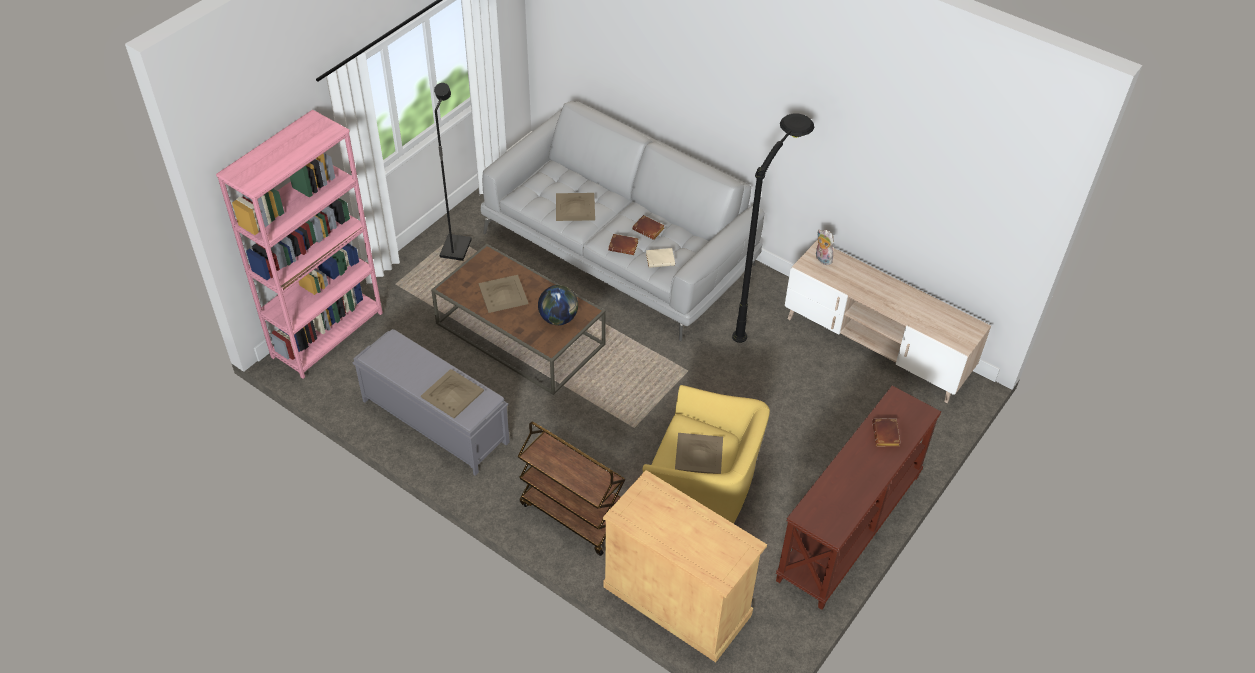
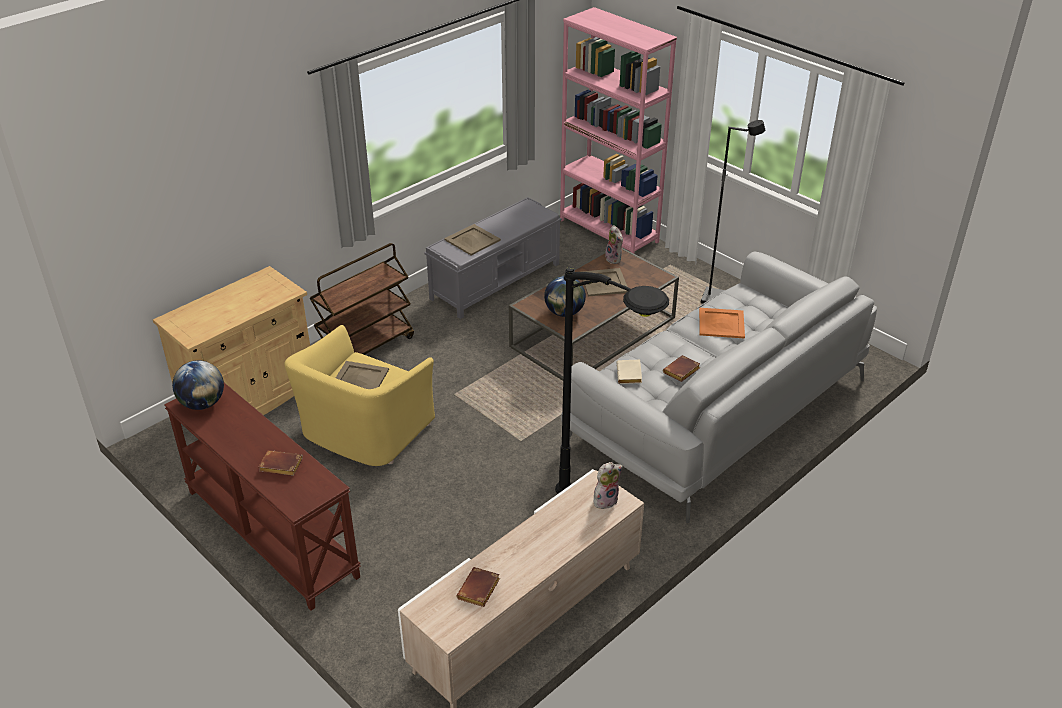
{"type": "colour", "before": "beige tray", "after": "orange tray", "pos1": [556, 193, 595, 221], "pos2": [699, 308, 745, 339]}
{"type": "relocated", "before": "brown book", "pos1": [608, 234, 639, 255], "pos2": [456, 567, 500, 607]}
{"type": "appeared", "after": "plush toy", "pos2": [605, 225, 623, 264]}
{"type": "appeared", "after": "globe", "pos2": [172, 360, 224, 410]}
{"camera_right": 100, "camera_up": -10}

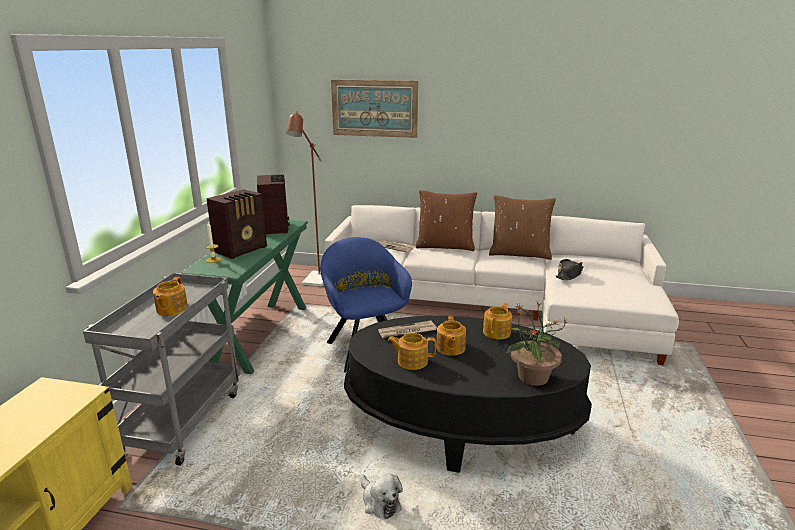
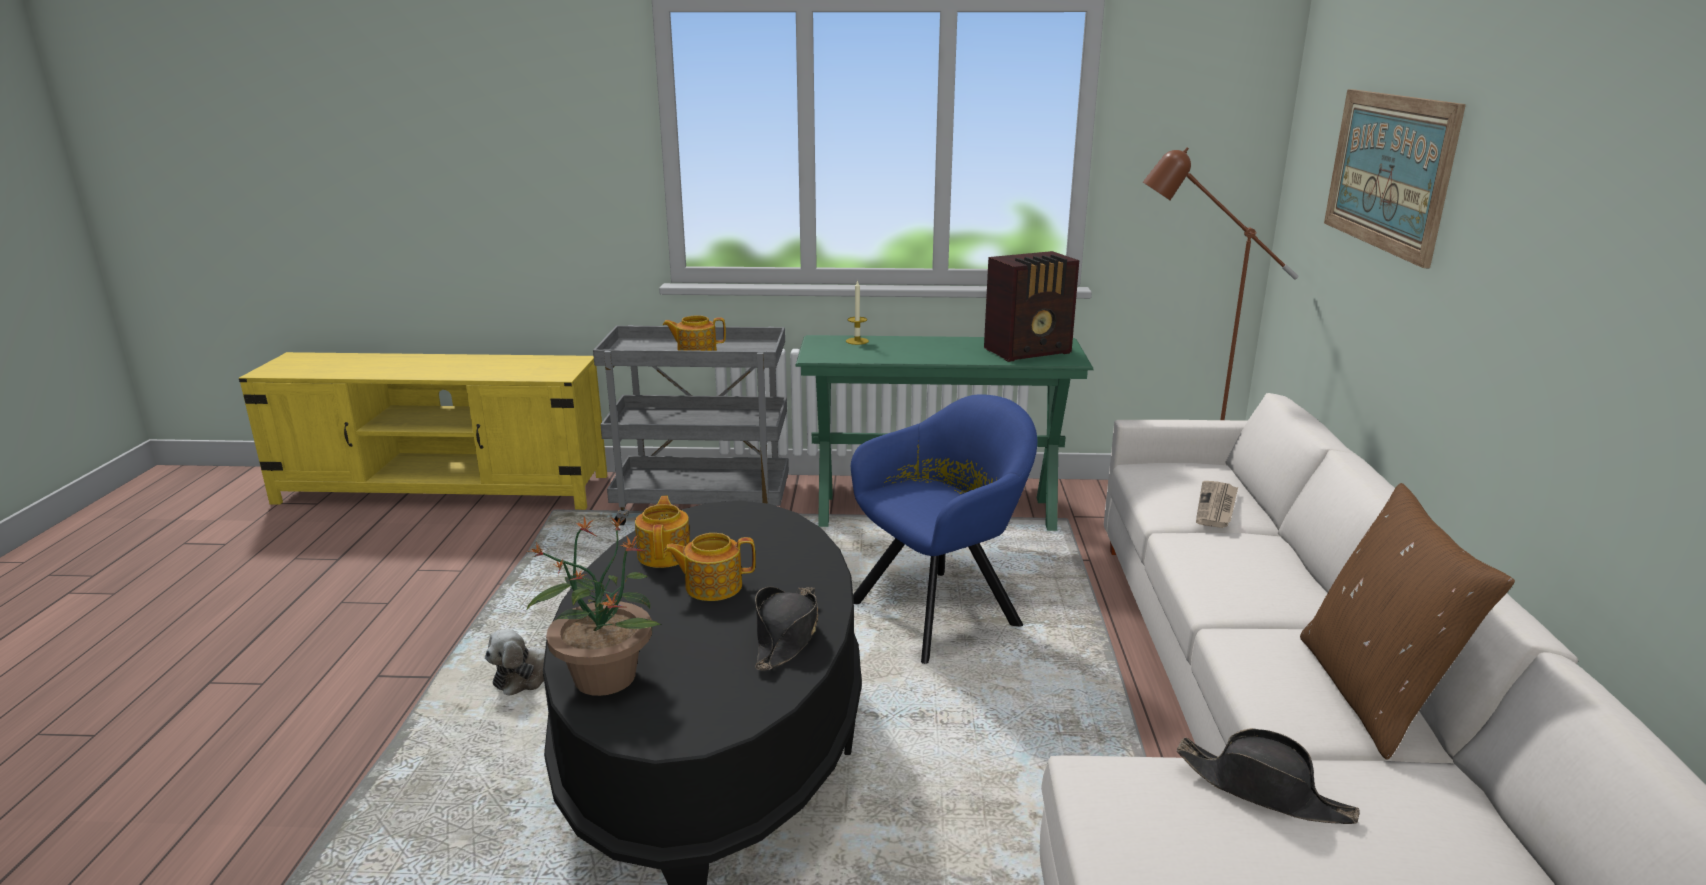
{"type": "missing", "before": "radio", "pos1": [207, 189, 267, 259]}
{"type": "missing", "before": "brown pillow", "pos1": [416, 190, 477, 251]}
{"type": "exchanged", "before": "teapot", "after": "black hat", "pos1": [483, 303, 512, 339], "pos2": [755, 587, 818, 671]}
{"type": "missing", "before": "newspaper", "pos1": [378, 321, 437, 338]}
{"camera_right": 80, "camera_up": 0}

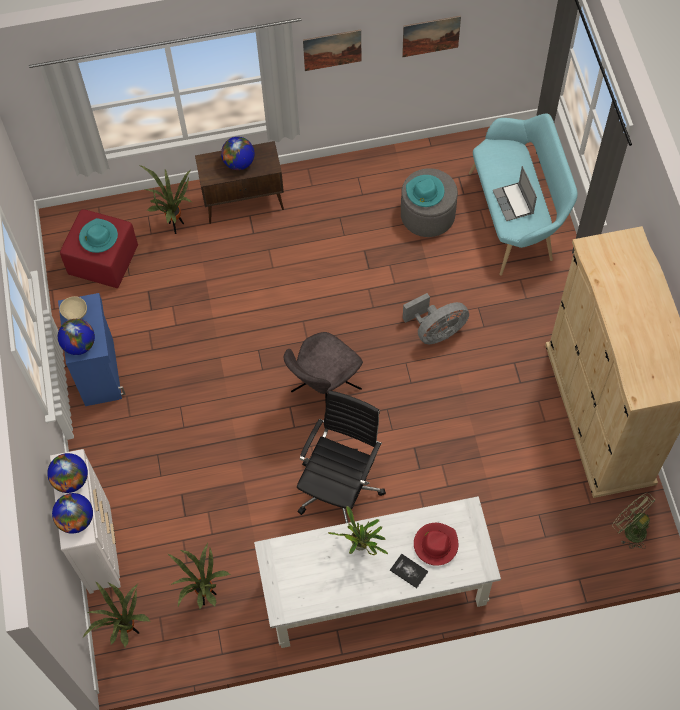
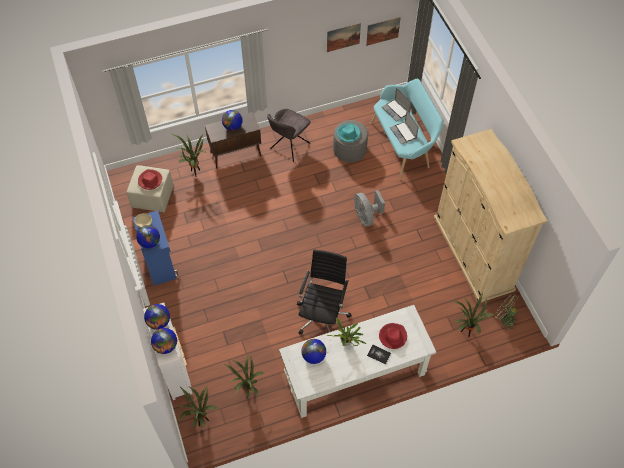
{"type": "relocated", "before": "picture", "pos1": [303, 30, 361, 71], "pos2": [366, 17, 401, 46]}
{"type": "colour", "before": "red ottoman", "after": "beige ottoman", "pos1": [60, 209, 138, 288], "pos2": [127, 165, 174, 212]}
{"type": "colour", "before": "turquoise hat", "after": "red hat", "pos1": [79, 218, 118, 253], "pos2": [138, 169, 162, 190]}
{"type": "spun", "before": "grey fan", "pos1": [403, 293, 469, 344], "pos2": [354, 190, 385, 227], "turn": 105}
{"type": "relocated", "before": "grey chair", "pos1": [284, 332, 363, 404], "pos2": [267, 109, 311, 162]}
{"type": "appeared", "after": "laptop", "pos2": [382, 87, 412, 122]}
{"type": "appeared", "after": "potted plant", "pos2": [452, 293, 494, 337]}
{"type": "appeared", "after": "globe", "pos2": [301, 339, 326, 364]}
{"camera_right": -10, "camera_up": -5}

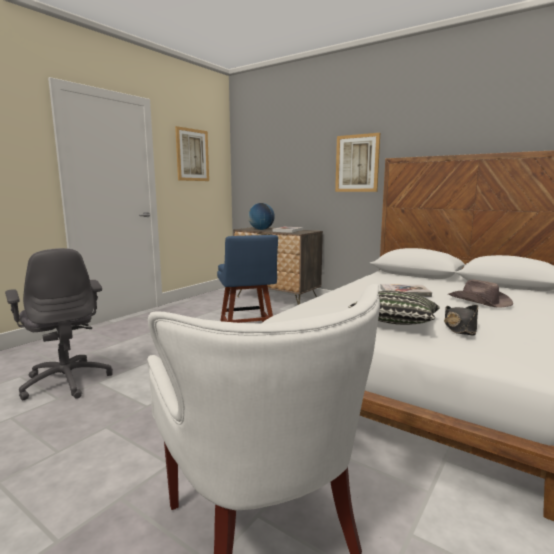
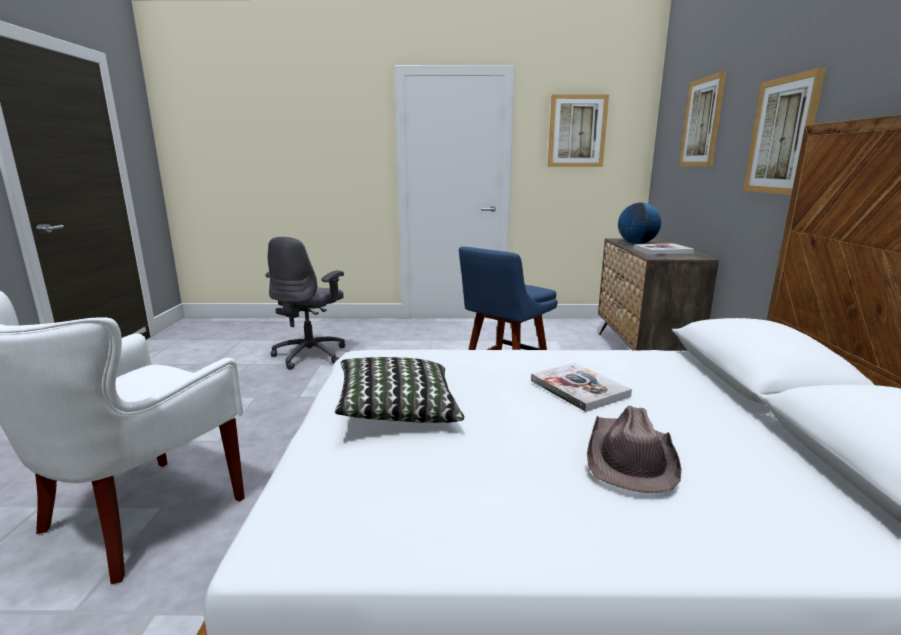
{"type": "missing", "before": "black hat", "pos1": [444, 305, 478, 335]}
{"type": "appeared", "after": "picture", "pos2": [679, 71, 727, 167]}
{"camera_right": 55, "camera_up": 5}

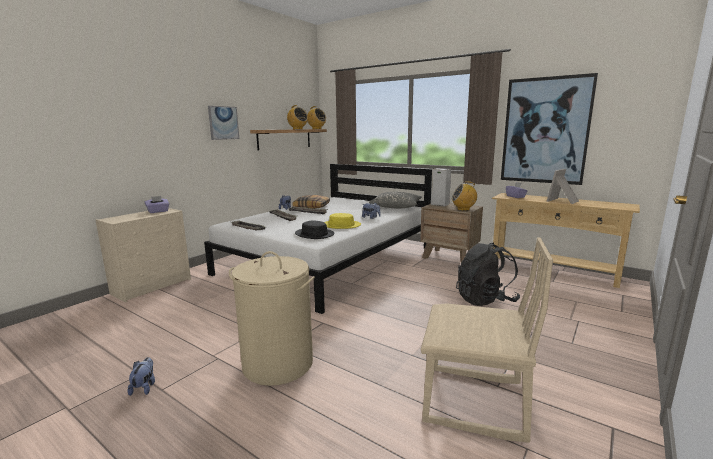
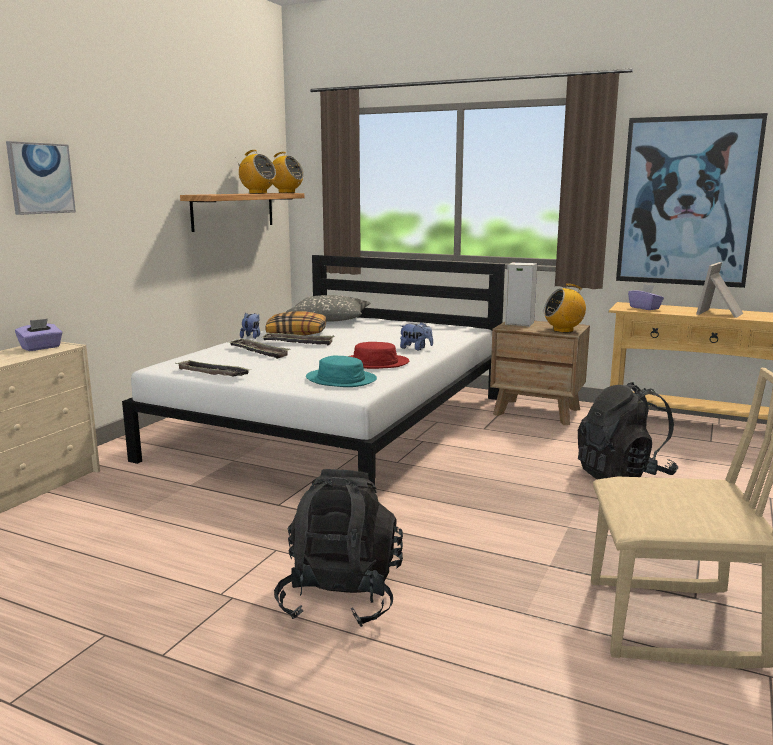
{"type": "relocated", "before": "picture", "pos1": [208, 106, 239, 140], "pos2": [6, 141, 76, 215]}
{"type": "relocated", "before": "grey pillow", "pos1": [369, 192, 422, 208], "pos2": [286, 295, 371, 321]}
{"type": "colour", "before": "yellow hat", "after": "red hat", "pos1": [324, 213, 361, 229], "pos2": [349, 342, 409, 369]}
{"type": "colour", "before": "black hat", "after": "turquoise hat", "pos1": [295, 220, 335, 239], "pos2": [306, 356, 377, 387]}
{"type": "exchanged", "before": "beige laundry basket", "after": "black backpack", "pos1": [229, 251, 315, 386], "pos2": [274, 469, 403, 627]}
{"type": "missing", "before": "plush toy", "pos1": [128, 357, 155, 396]}
{"camera_right": -10, "camera_up": 0}

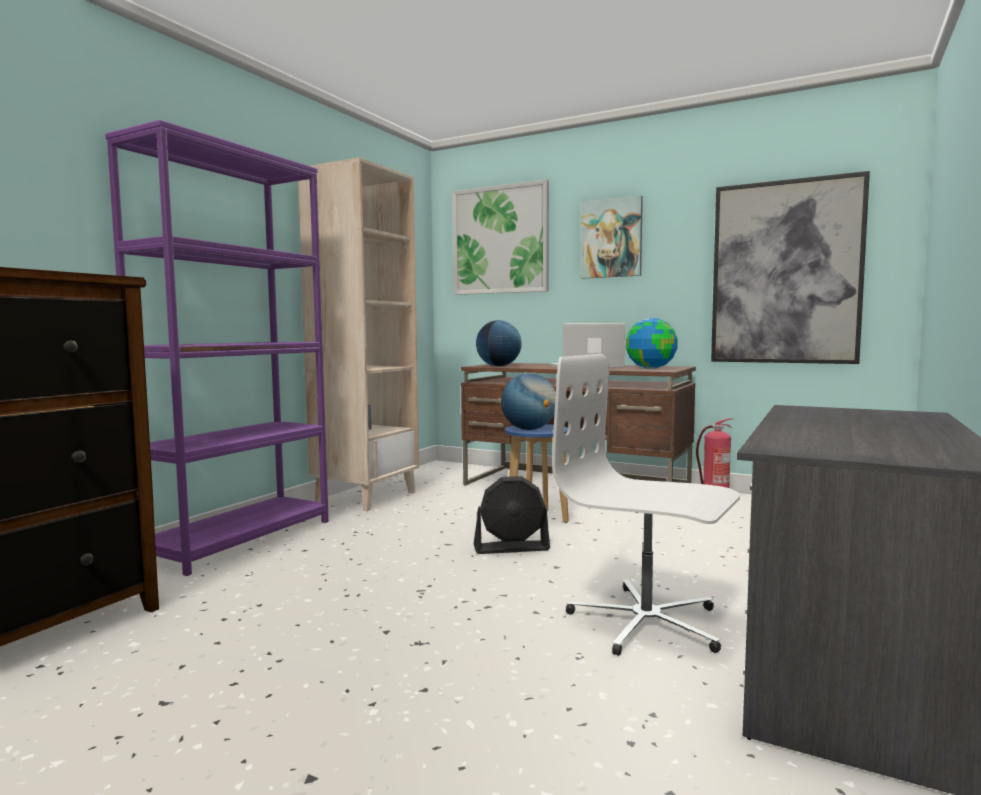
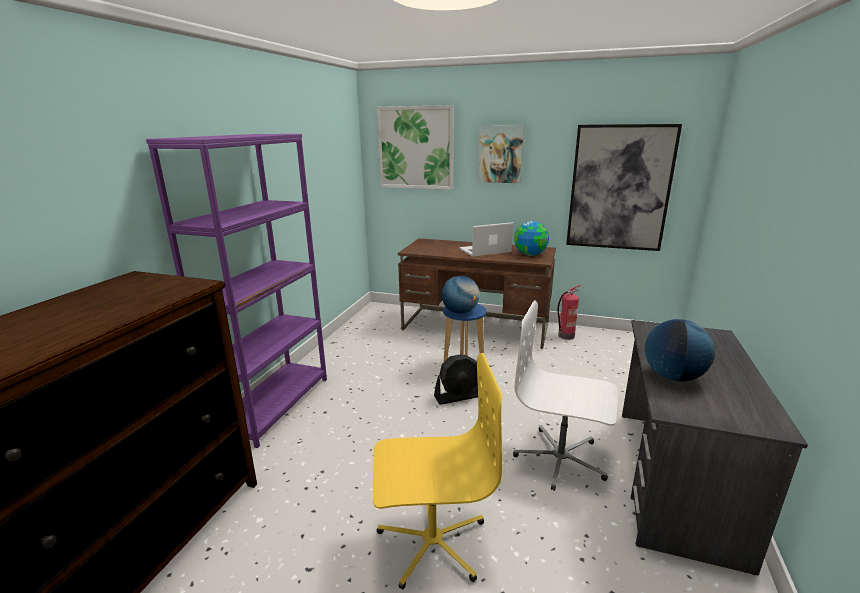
{"type": "missing", "before": "beige bookcase", "pos1": [298, 157, 419, 511]}
{"type": "relocated", "before": "globe", "pos1": [476, 320, 522, 366], "pos2": [645, 319, 715, 381]}
{"type": "appeared", "after": "yellow office chair", "pos2": [373, 353, 502, 590]}
{"camera_right": -10, "camera_up": 15}

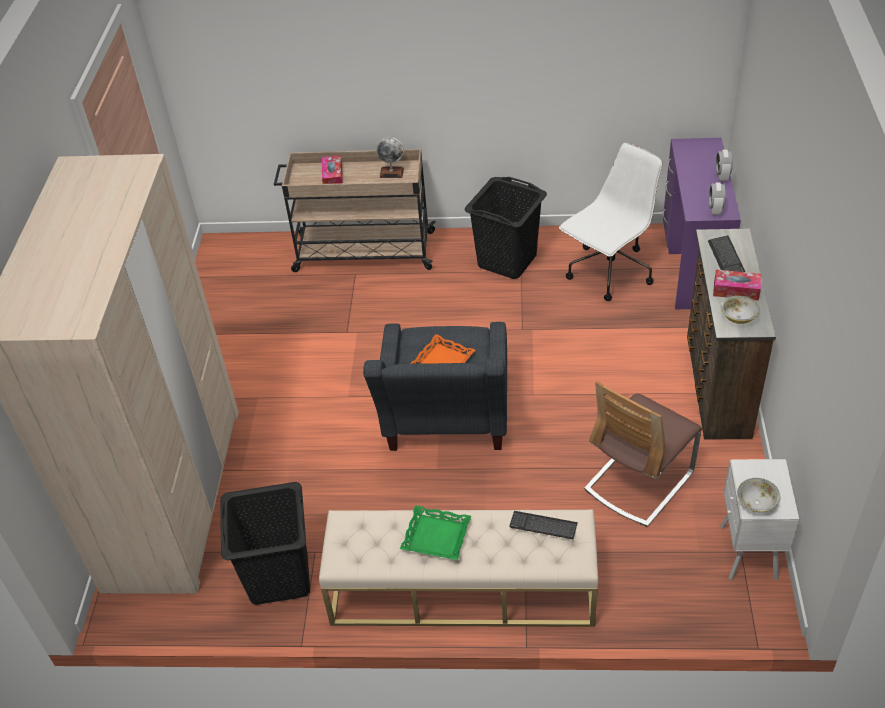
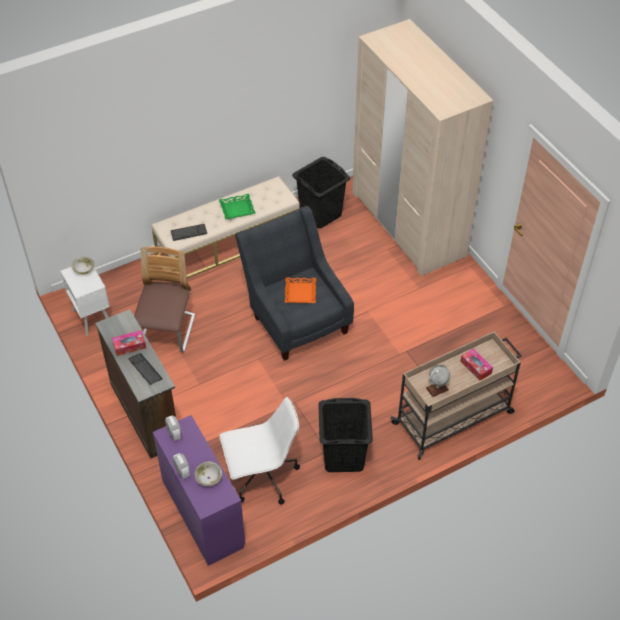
{"type": "spun", "before": "white office chair", "pos1": [559, 143, 662, 301], "pos2": [219, 397, 300, 505], "turn": -120}
{"type": "relocated", "before": "bowl", "pos1": [721, 296, 760, 324], "pos2": [194, 462, 222, 486]}
{"camera_right": 145, "camera_up": 5}

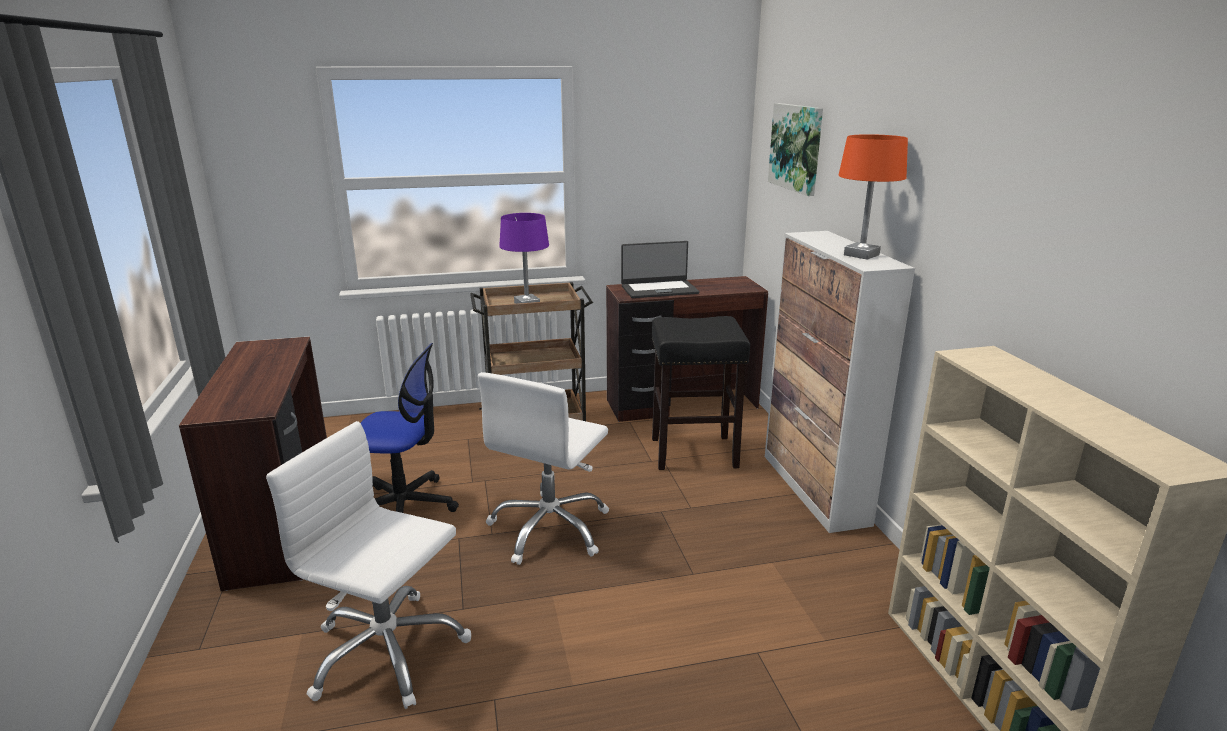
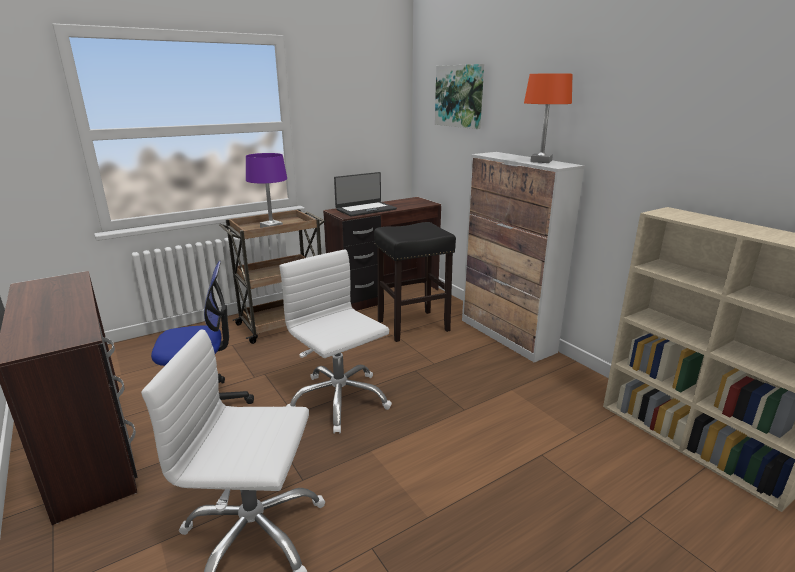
{"type": "spun", "before": "white office chair", "pos1": [478, 372, 609, 565], "pos2": [279, 249, 392, 434], "turn": 135}
{"camera_right": -20, "camera_up": 0}

